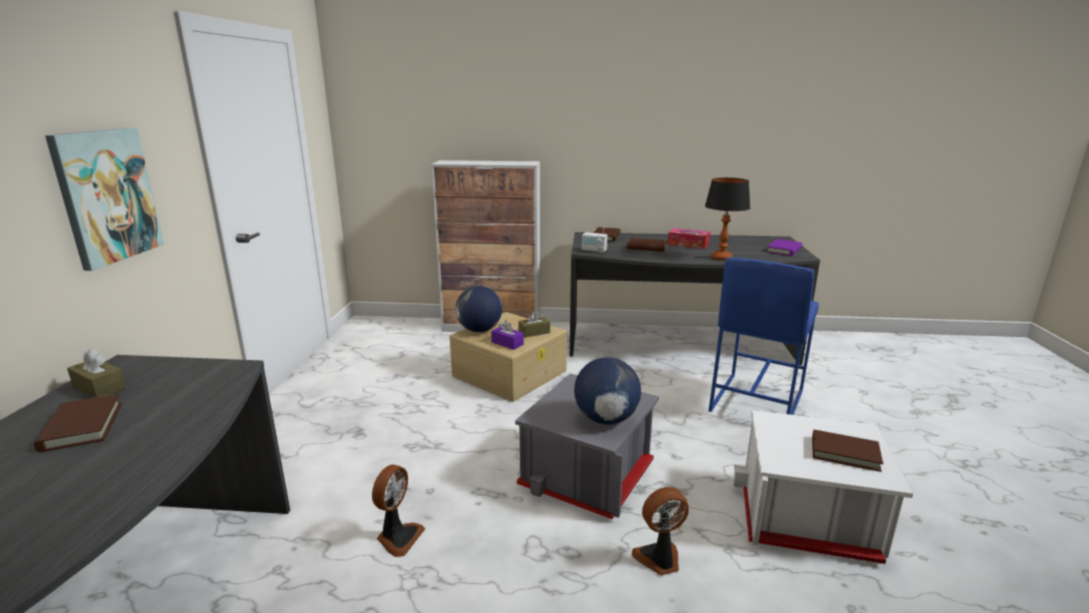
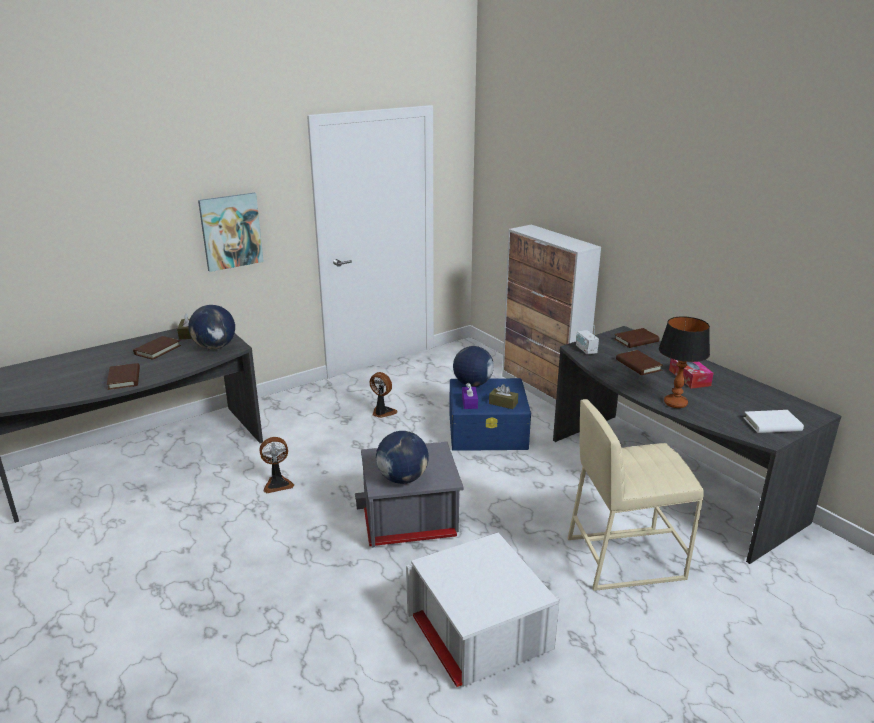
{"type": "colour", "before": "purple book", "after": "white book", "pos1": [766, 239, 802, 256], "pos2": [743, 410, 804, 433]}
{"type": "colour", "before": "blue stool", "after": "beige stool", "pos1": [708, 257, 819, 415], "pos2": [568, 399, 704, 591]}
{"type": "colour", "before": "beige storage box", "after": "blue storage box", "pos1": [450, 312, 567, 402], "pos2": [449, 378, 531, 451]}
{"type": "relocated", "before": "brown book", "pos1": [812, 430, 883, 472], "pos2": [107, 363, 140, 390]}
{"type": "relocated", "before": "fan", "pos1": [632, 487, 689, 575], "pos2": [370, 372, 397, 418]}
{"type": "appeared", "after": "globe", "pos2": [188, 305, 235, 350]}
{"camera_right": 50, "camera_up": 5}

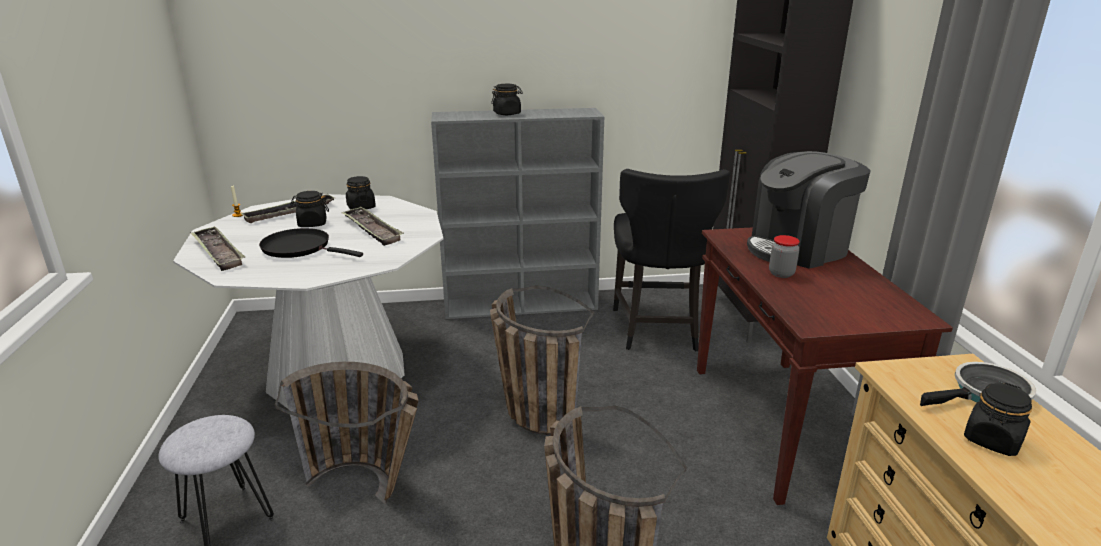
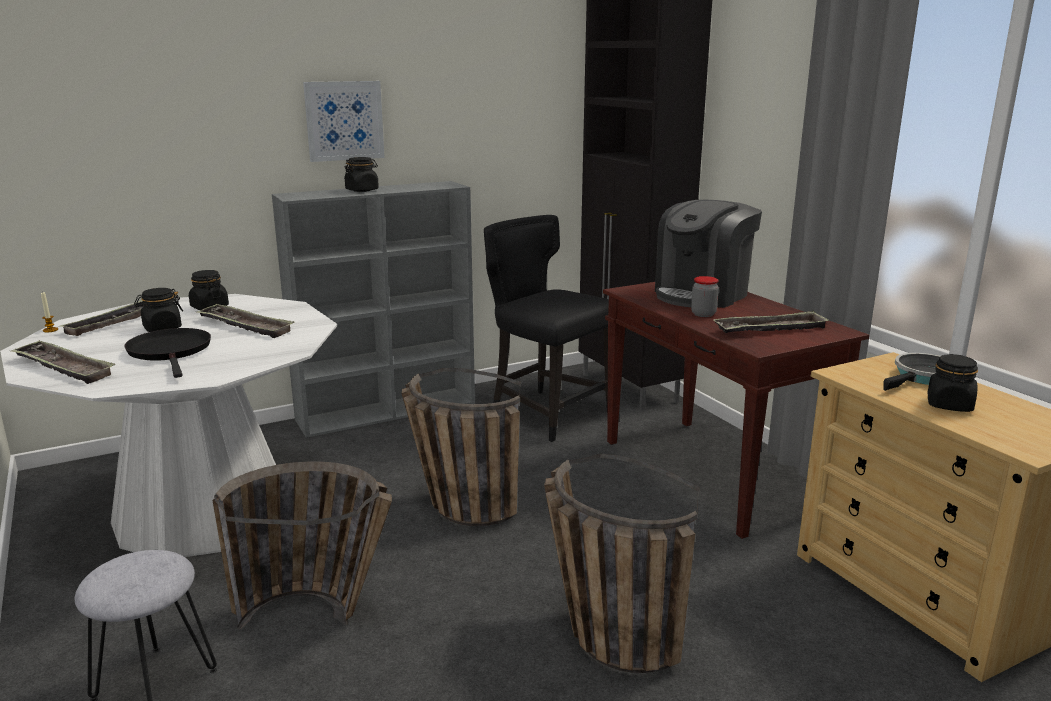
{"type": "spun", "before": "black chair", "pos1": [613, 169, 730, 352], "pos2": [484, 215, 609, 442], "turn": 150}
{"type": "spun", "before": "black frying pan", "pos1": [259, 228, 363, 258], "pos2": [124, 328, 211, 378], "turn": 60}
{"type": "appeared", "after": "picture", "pos2": [303, 81, 385, 162]}
{"type": "appeared", "after": "tray", "pos2": [713, 311, 829, 333]}
{"camera_right": -20, "camera_up": -5}

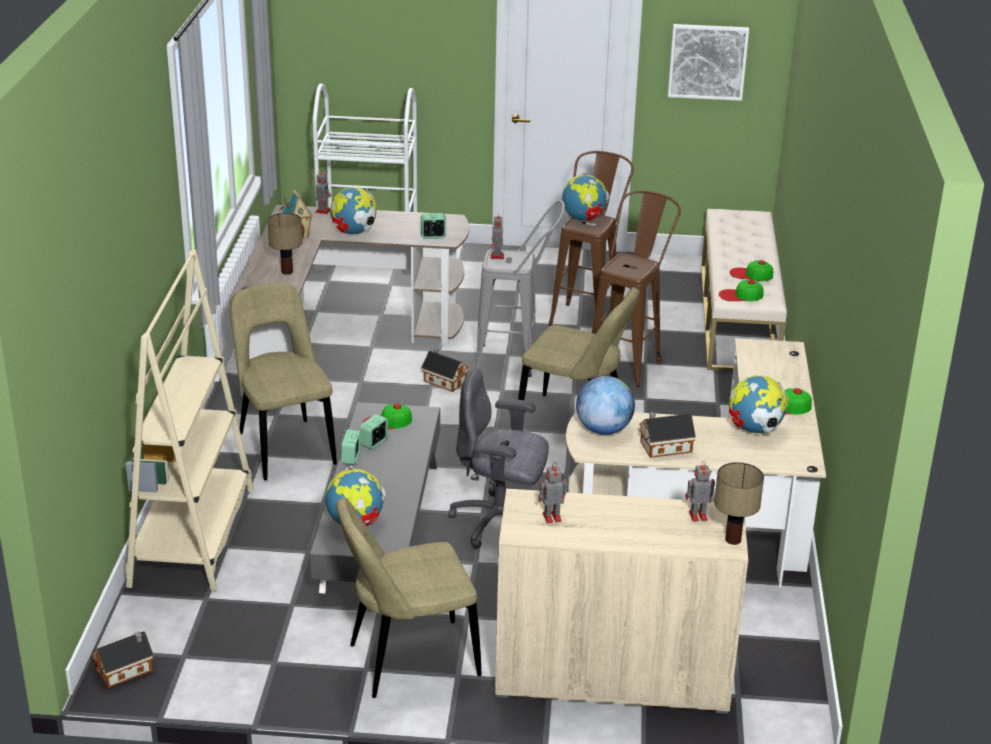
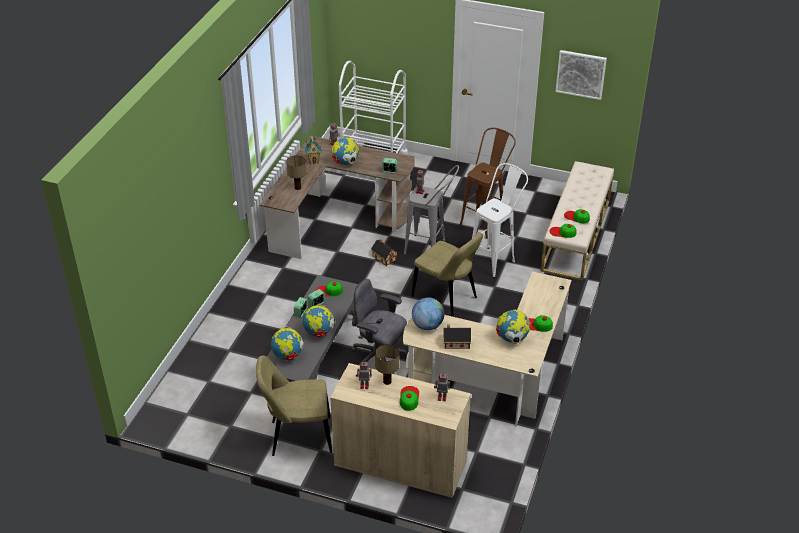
{"type": "relocated", "before": "globe", "pos1": [562, 173, 609, 222], "pos2": [303, 304, 335, 337]}
{"type": "colour", "before": "brown stool", "after": "white stool", "pos1": [592, 190, 681, 387], "pos2": [472, 163, 528, 278]}
{"type": "missing", "before": "beige bookcase", "pos1": [125, 250, 254, 591]}
{"type": "missing", "before": "beige chair", "pos1": [230, 283, 337, 480]}
{"type": "relocated", "before": "table lamp", "pos1": [714, 462, 764, 545], "pos2": [375, 344, 399, 385]}
{"type": "missing", "before": "toy house", "pos1": [92, 631, 154, 688]}
{"type": "appeared", "after": "cap", "pos2": [400, 386, 419, 411]}
{"camera_right": 15, "camera_up": 10}

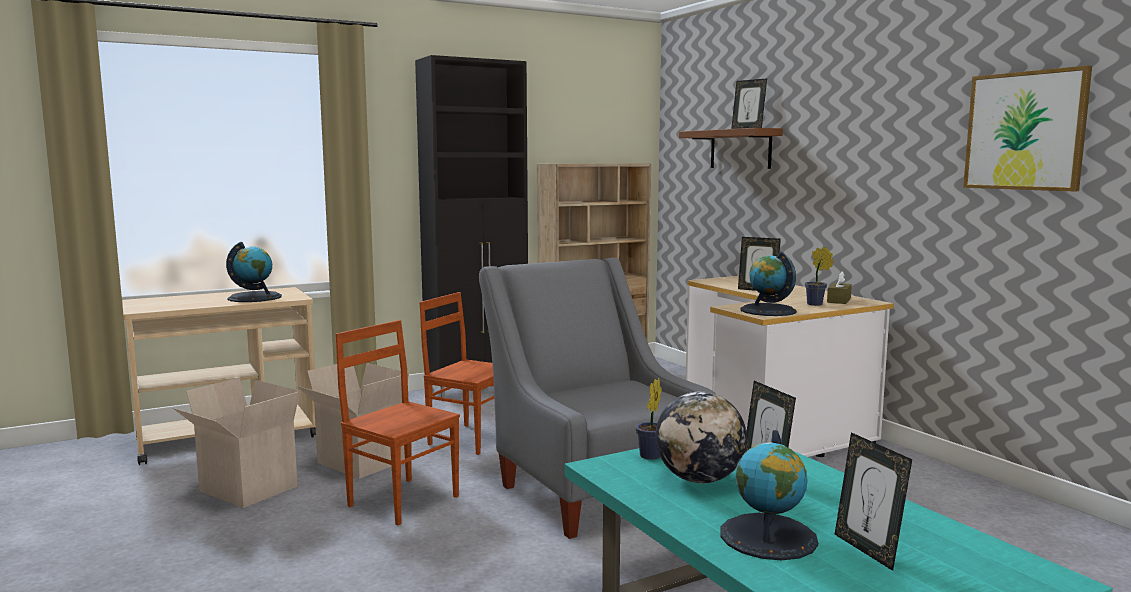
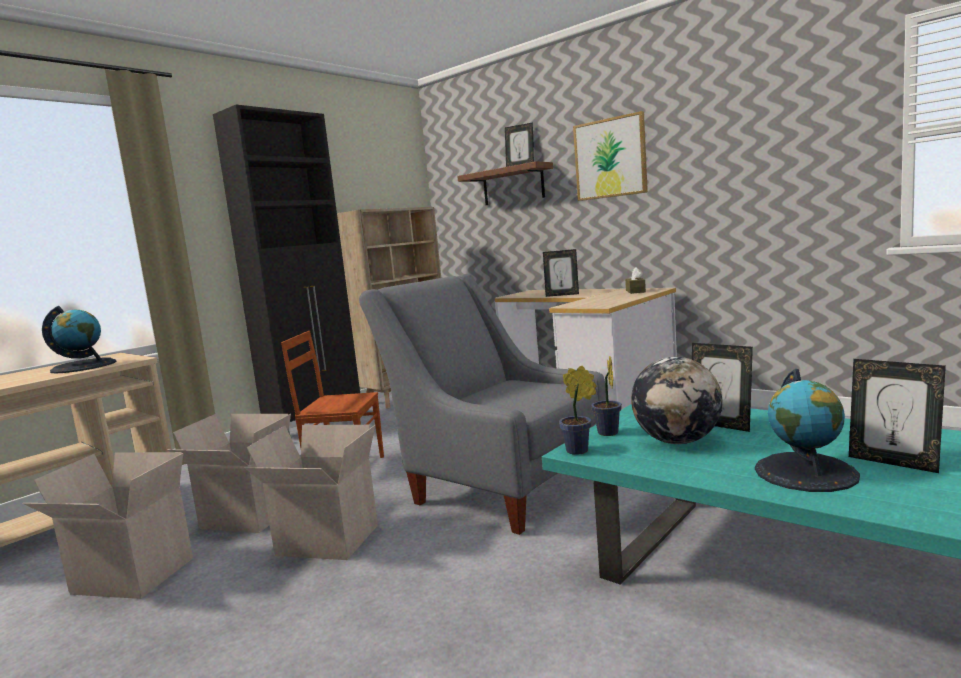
{"type": "relocated", "before": "picture", "pos1": [963, 65, 1092, 191], "pos2": [573, 111, 648, 201]}
{"type": "relocated", "before": "potted plant", "pos1": [805, 247, 834, 306], "pos2": [559, 366, 597, 455]}
{"type": "missing", "before": "globe", "pos1": [740, 251, 797, 316]}
{"type": "exchanged", "before": "brown chair", "after": "cardboard box", "pos1": [336, 320, 460, 526], "pos2": [244, 425, 378, 560]}
{"camera_right": -20, "camera_up": 0}

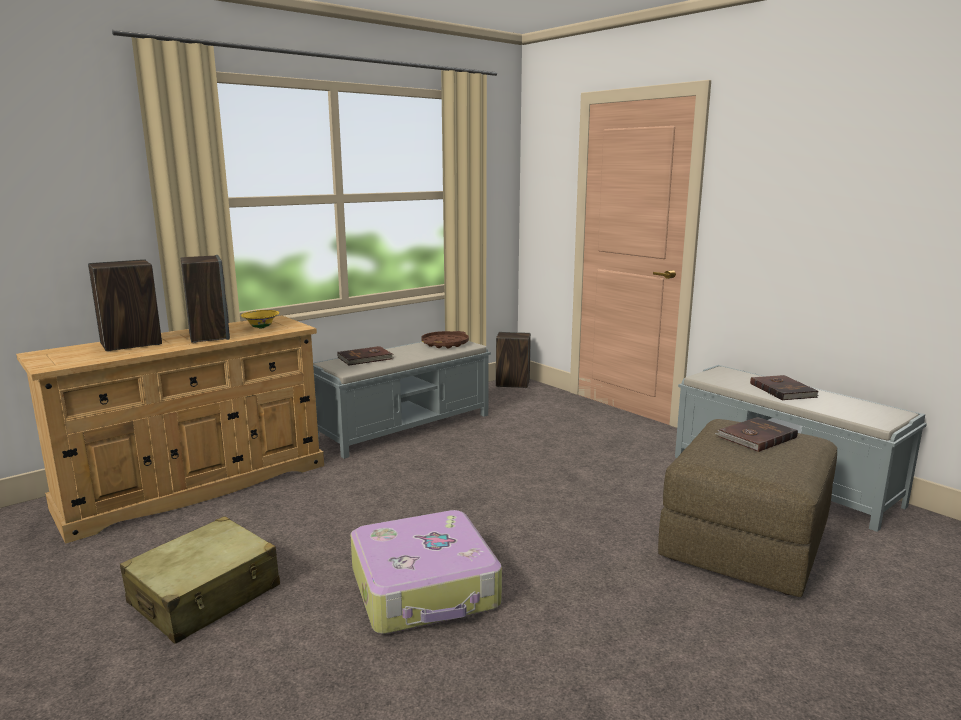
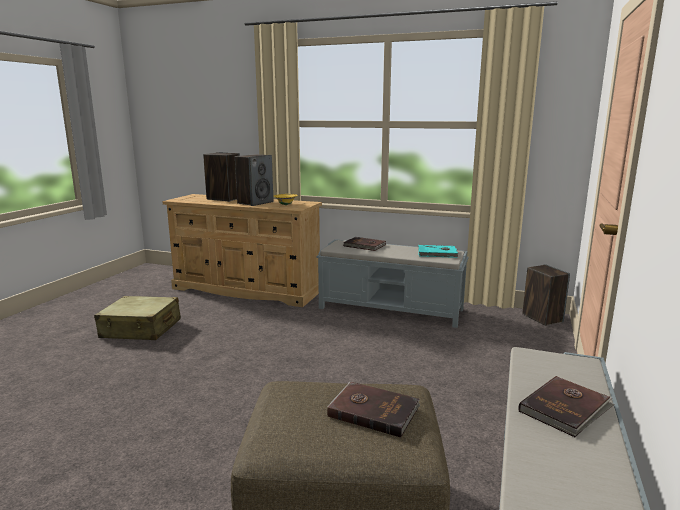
{"type": "exchanged", "before": "brown tray", "after": "turquoise book", "pos1": [421, 331, 469, 348], "pos2": [418, 245, 459, 258]}
{"type": "missing", "before": "suitcase", "pos1": [351, 510, 502, 634]}
{"camera_right": 60, "camera_up": 0}

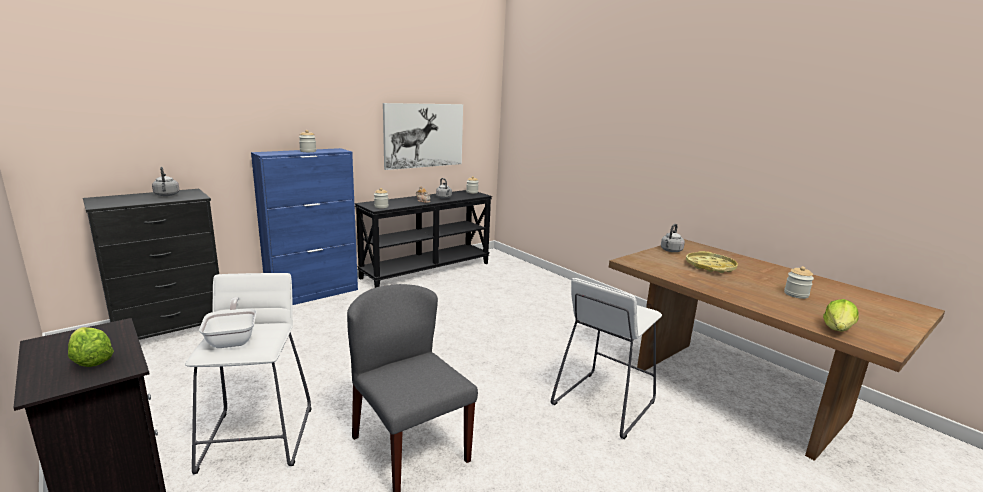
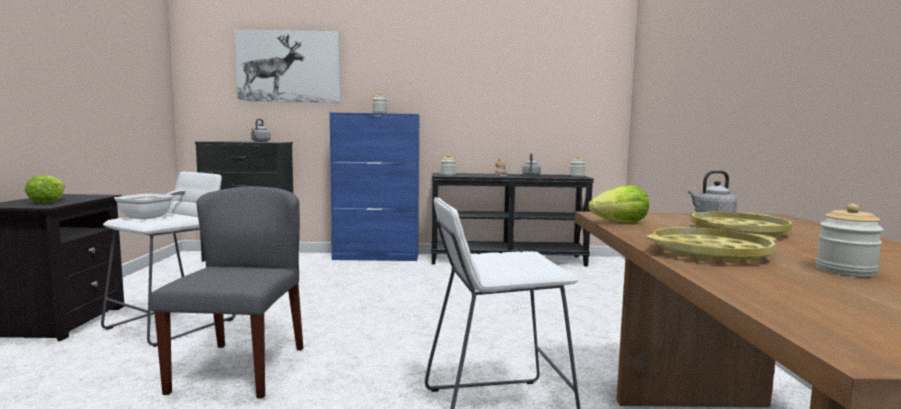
{"type": "relocated", "before": "picture", "pos1": [383, 103, 463, 170], "pos2": [235, 29, 340, 103]}
{"type": "relocated", "before": "lettuce", "pos1": [823, 299, 859, 331], "pos2": [588, 185, 649, 223]}
{"type": "appeared", "after": "yellow tray", "pos2": [647, 227, 776, 263]}
{"camera_right": 40, "camera_up": -10}

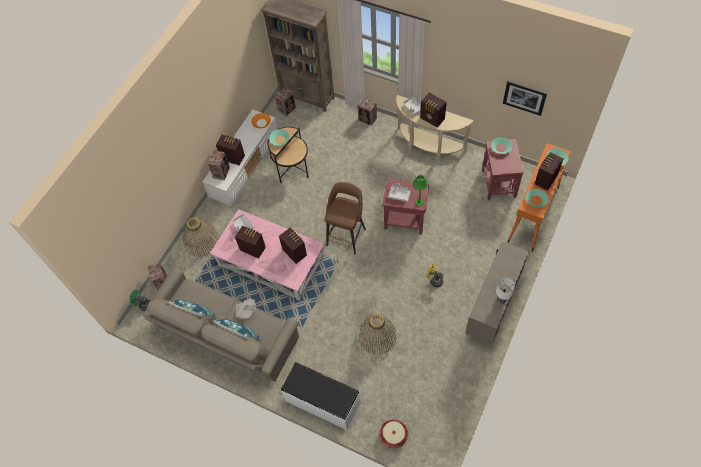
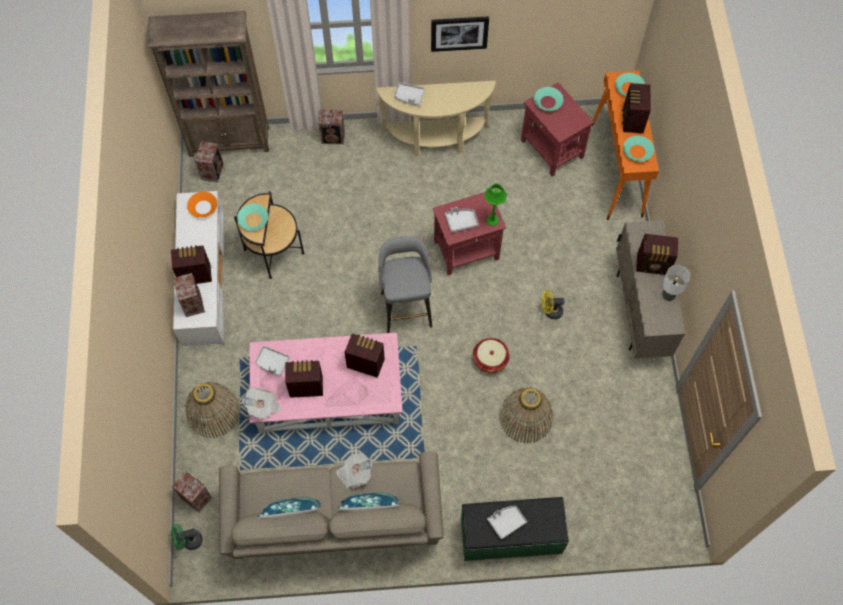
{"type": "relocated", "before": "picture", "pos1": [503, 81, 547, 116], "pos2": [431, 16, 489, 52]}
{"type": "relocated", "before": "radio", "pos1": [420, 93, 447, 127], "pos2": [636, 234, 678, 275]}
{"type": "colour", "before": "brown stool", "after": "grey stool", "pos1": [325, 182, 366, 255], "pos2": [378, 236, 432, 333]}
{"type": "colour", "before": "white bench", "after": "green bench", "pos1": [281, 362, 360, 430], "pos2": [461, 497, 569, 561]}
{"type": "relocated", "before": "basket", "pos1": [379, 419, 408, 448], "pos2": [473, 338, 510, 373]}
{"type": "appeared", "after": "newspaper", "pos2": [242, 387, 281, 419]}
{"type": "appeared", "after": "grey tray", "pos2": [487, 506, 527, 540]}
{"camera_right": -35, "camera_up": 5}

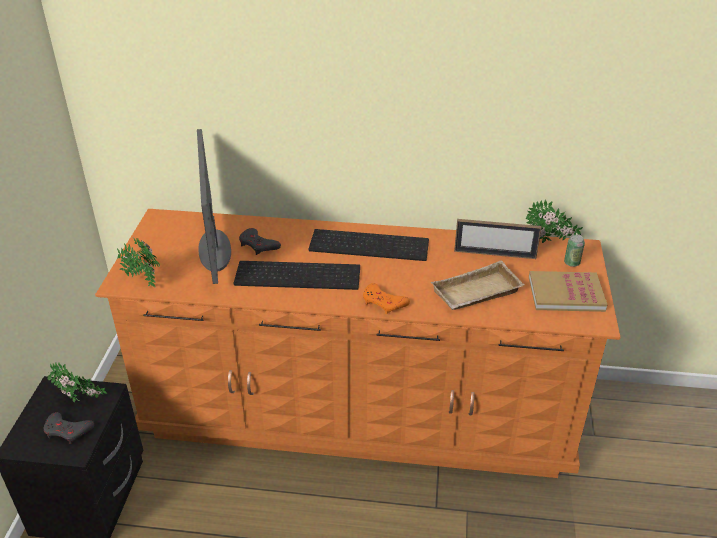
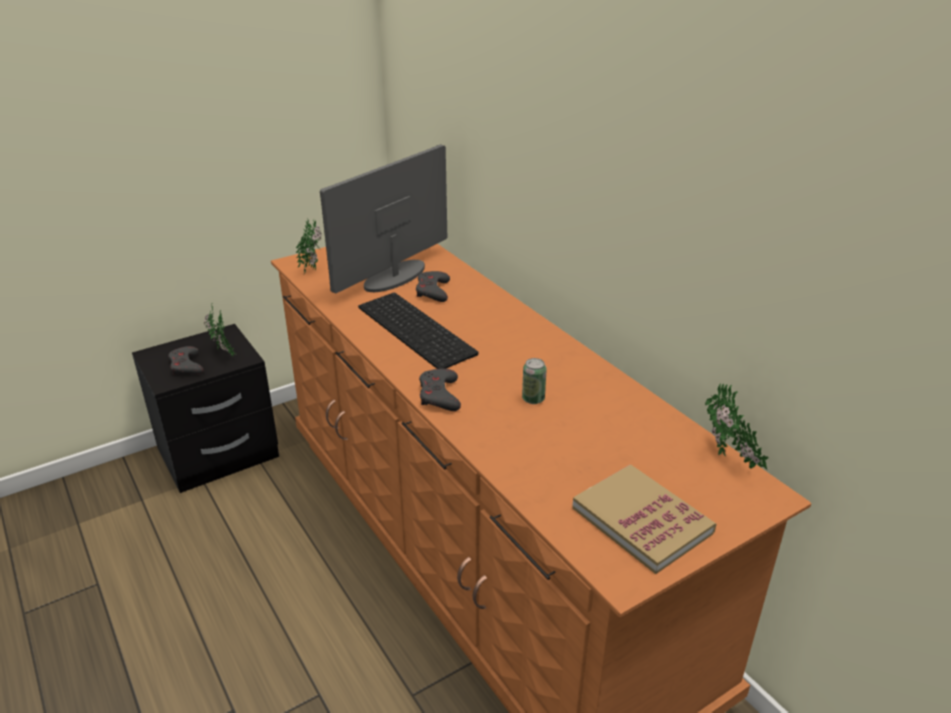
{"type": "missing", "before": "picture frame", "pos1": [454, 219, 542, 259]}
{"type": "missing", "before": "keyboard", "pos1": [308, 229, 429, 261]}
{"type": "relocated", "before": "can", "pos1": [564, 235, 585, 267], "pos2": [522, 358, 547, 404]}
{"type": "missing", "before": "beige tray", "pos1": [431, 260, 524, 310]}
{"type": "colour", "before": "orange game controller", "after": "grey game controller", "pos1": [363, 283, 410, 314], "pos2": [419, 368, 461, 411]}
{"camera_right": 50, "camera_up": -5}

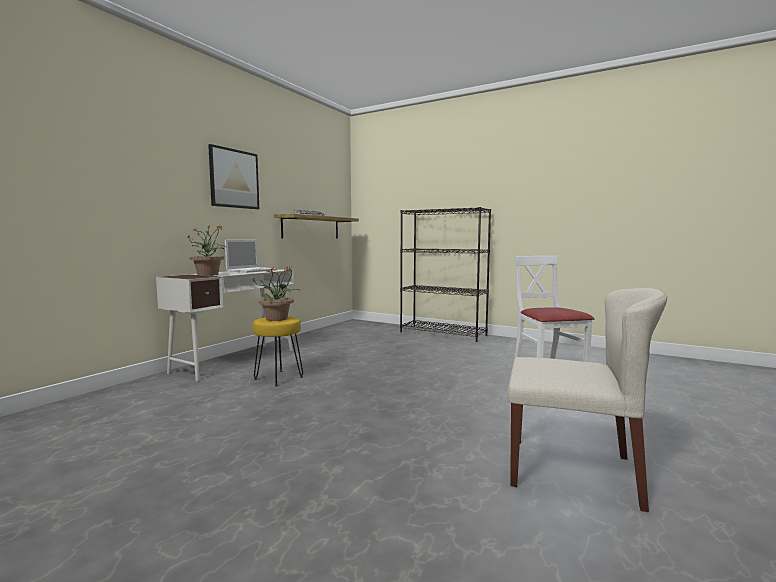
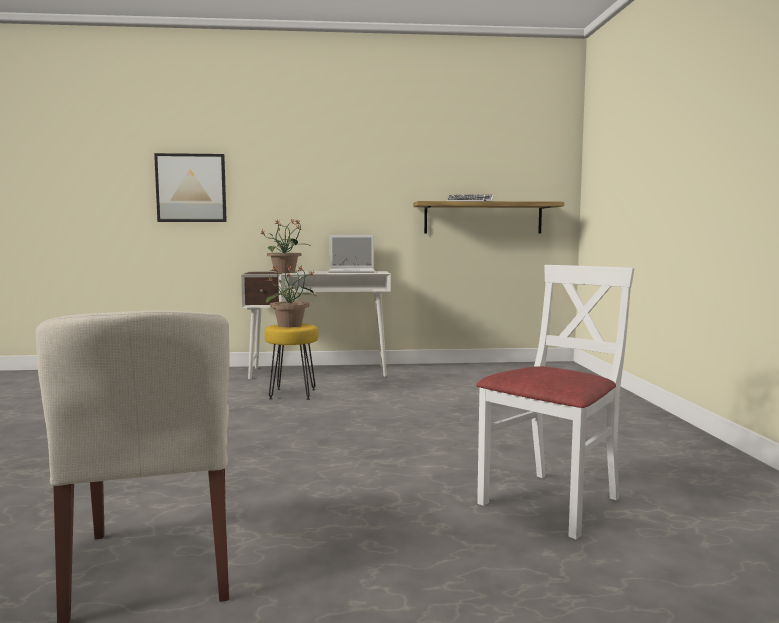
{"type": "relocated", "before": "picture", "pos1": [208, 144, 259, 209], "pos2": [154, 153, 227, 222]}
{"type": "missing", "before": "black bookcase", "pos1": [400, 207, 491, 342]}
{"camera_right": 55, "camera_up": 0}

